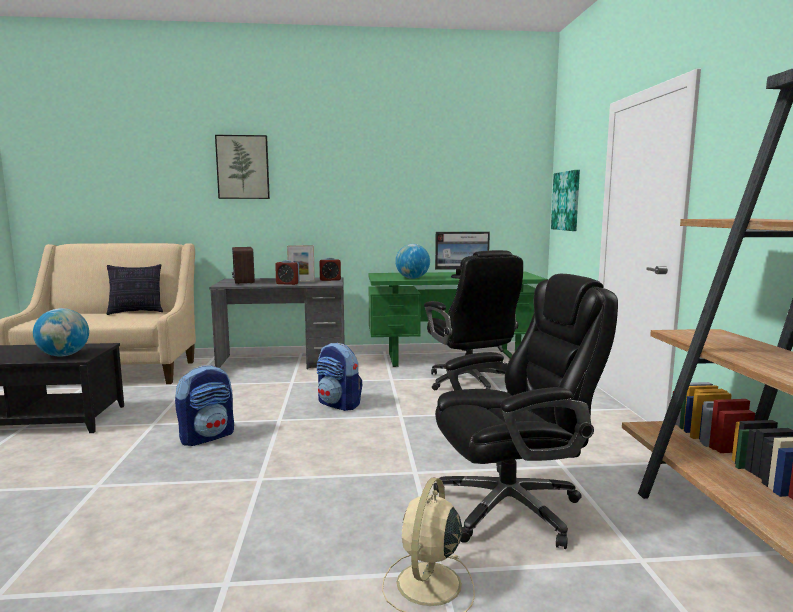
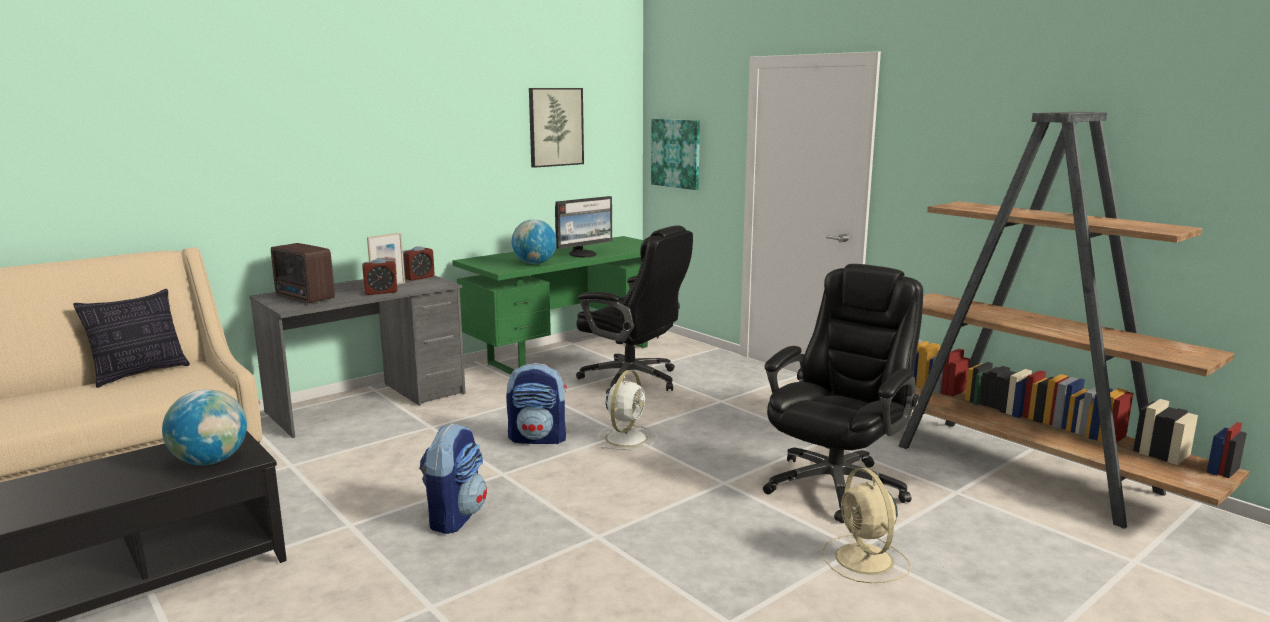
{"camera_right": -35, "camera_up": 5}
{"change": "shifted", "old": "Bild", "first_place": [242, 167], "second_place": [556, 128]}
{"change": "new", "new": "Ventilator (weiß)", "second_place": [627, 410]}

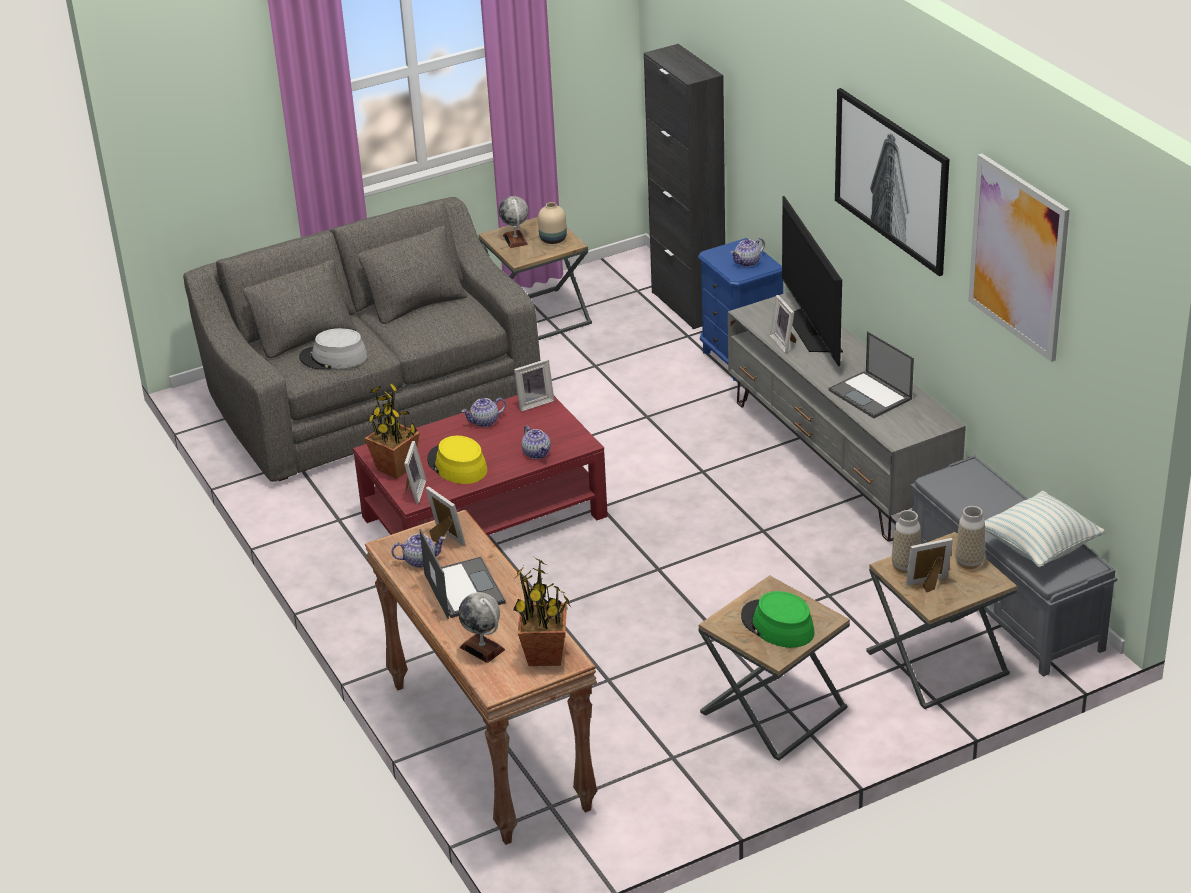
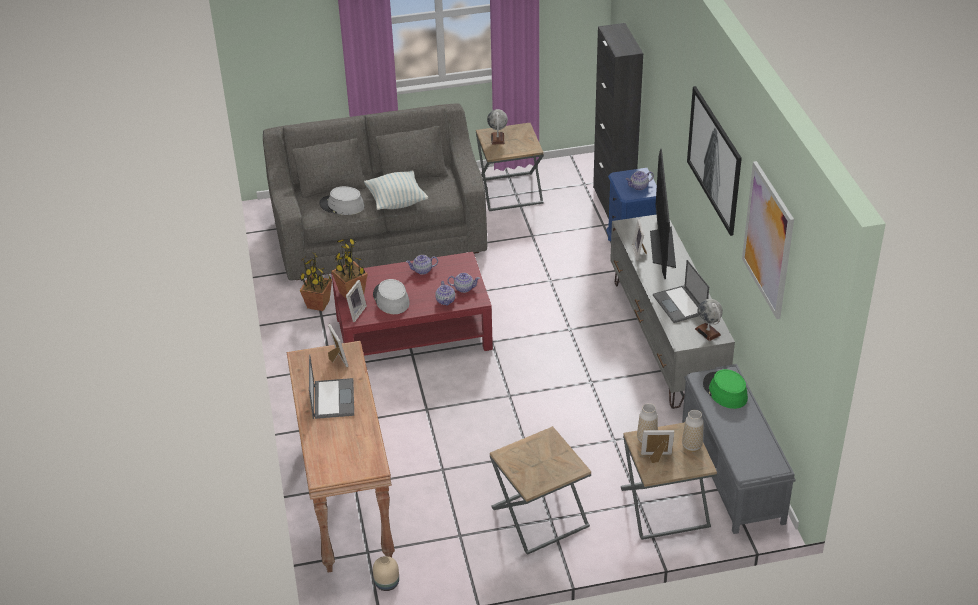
{"camera_right": 15, "camera_up": 5}
{"change": "shifted", "old": "Topfpflanze", "first_place": [542, 611], "second_place": [315, 281]}
{"change": "shifted", "old": "Kissen", "first_place": [1045, 529], "second_place": [396, 190]}
{"change": "repainted", "old": "Hut (gelb)", "new": "Hut (grau)", "first_place": [457, 460], "second_place": [391, 296]}
{"change": "shifted", "old": "Vase (beige)", "first_place": [552, 223], "second_place": [386, 573]}
{"change": "shifted", "old": "Teekanne", "first_place": [418, 551], "second_place": [463, 283]}
{"change": "shifted", "old": "Globus", "first_place": [481, 627], "second_place": [709, 320]}
{"change": "shifted", "old": "Hut (grün)", "first_place": [778, 619], "second_place": [725, 389]}
{"change": "gone", "old": "Bilderrahmen", "first_place": [534, 385]}

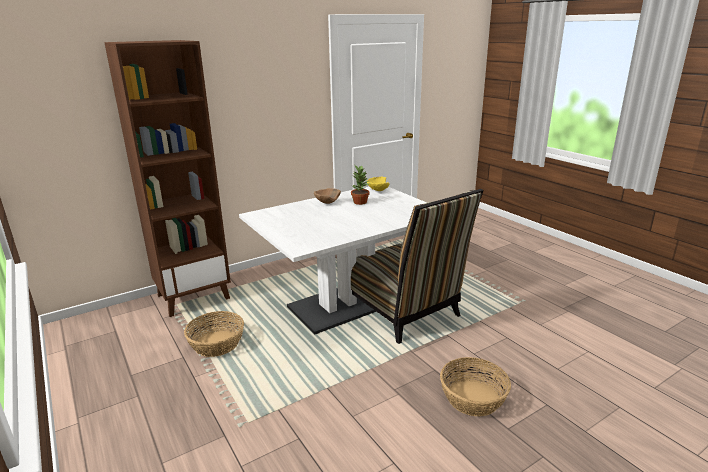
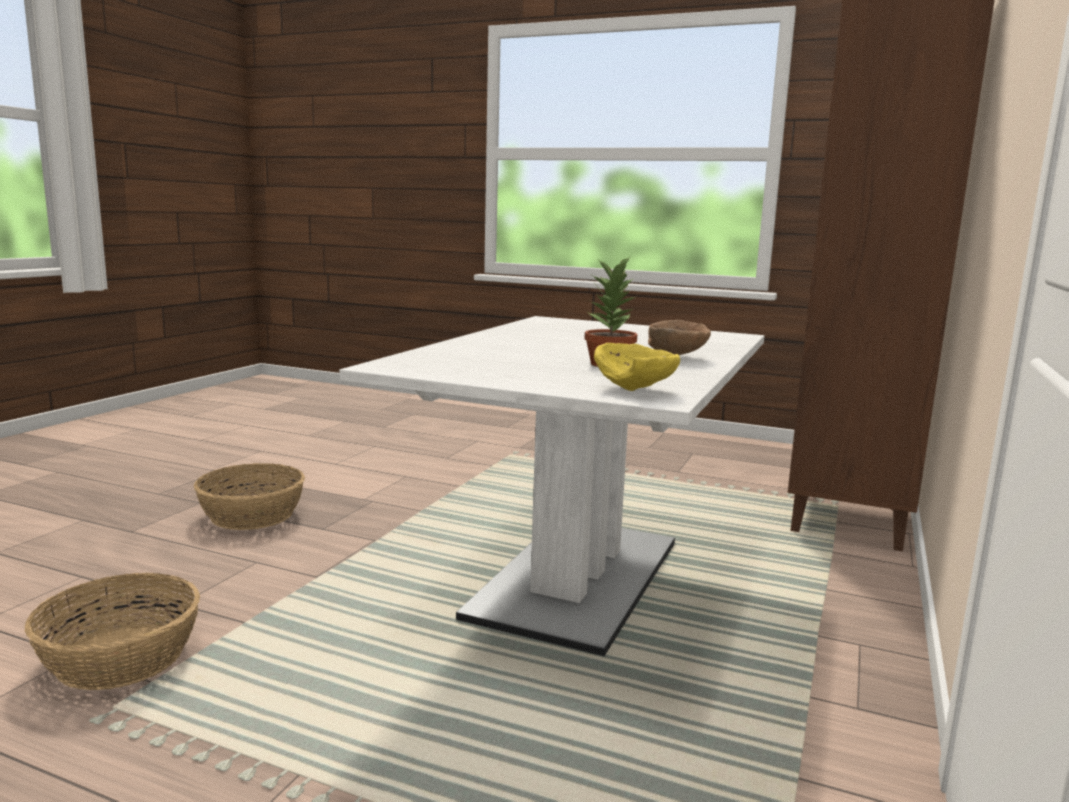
{"camera_right": 145, "camera_up": -10}
{"change": "shifted", "old": "Korb", "first_place": [214, 334], "second_place": [112, 631]}
{"change": "gone", "old": "Stuhl", "first_place": [417, 266]}

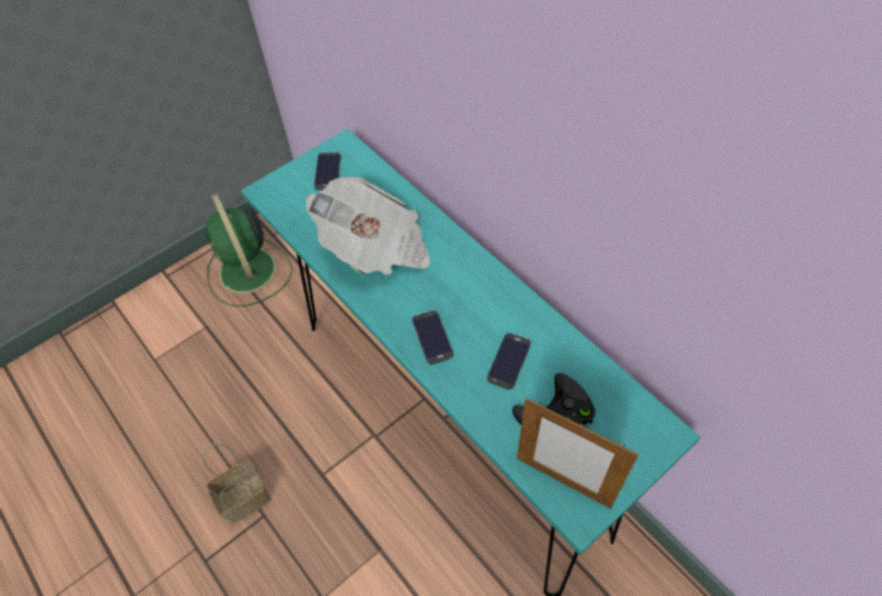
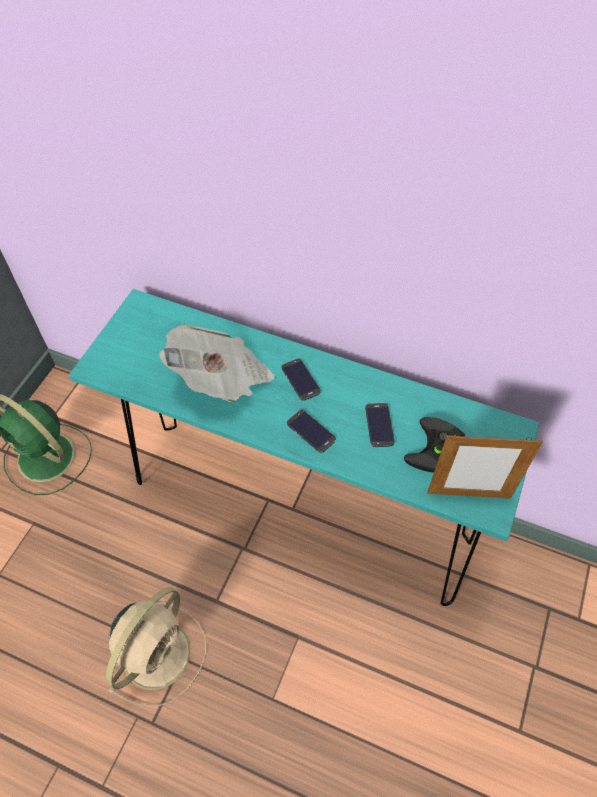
{"camera_right": -30, "camera_up": 0}
{"change": "swapped", "old": "Korb", "new": "Ventilator (beige)", "first_place": [236, 484], "second_place": [156, 647]}
{"change": "shifted", "old": "Handy", "first_place": [327, 171], "second_place": [301, 379]}

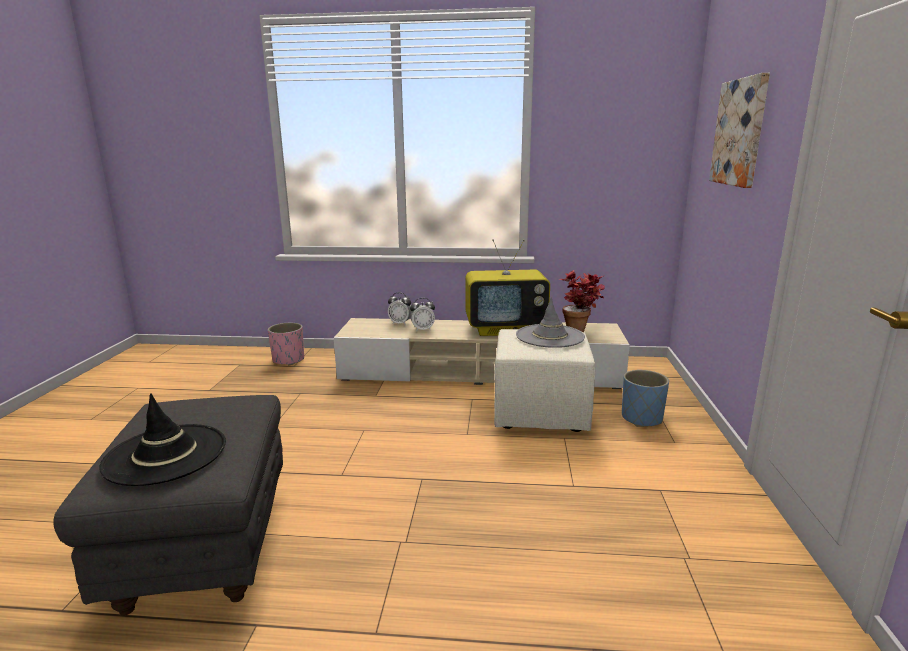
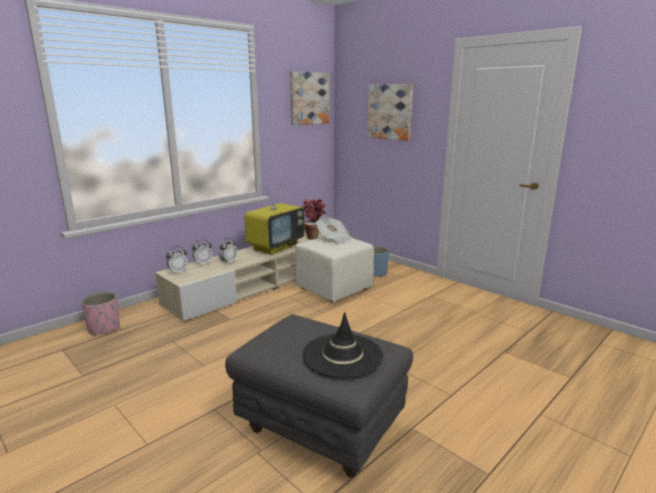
{"camera_right": -50, "camera_up": 0}
{"change": "new", "new": "Wecker", "second_place": [177, 260]}
{"change": "new", "new": "Bild", "second_place": [309, 98]}
{"change": "swapped", "old": "Hut (grau)", "new": "Zeitung", "first_place": [550, 322], "second_place": [333, 230]}

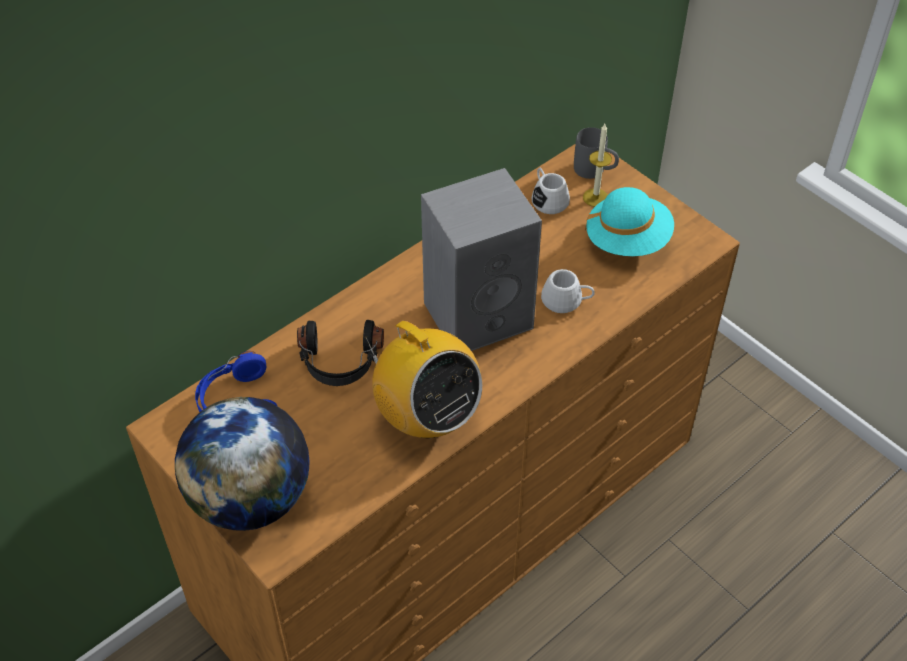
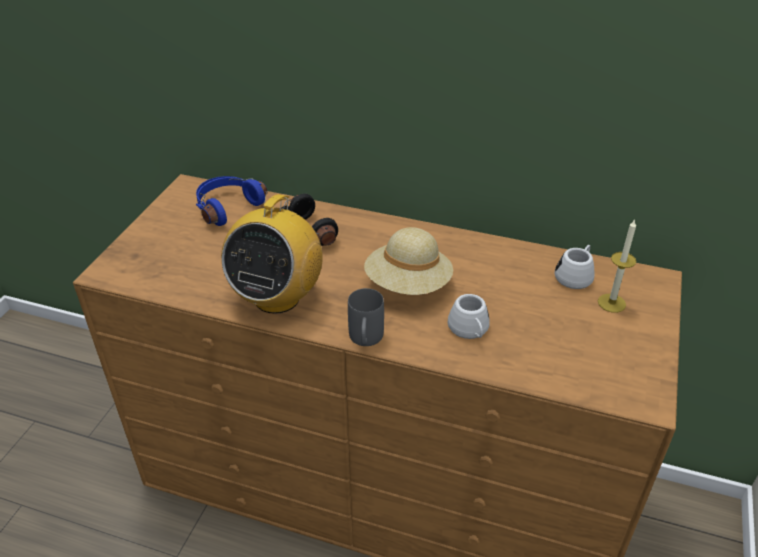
{"camera_right": 60, "camera_up": -10}
{"change": "shifted", "old": "Henkelbecher (grau)", "first_place": [596, 153], "second_place": [366, 317]}
{"change": "swapped", "old": "Lautsprecher (grau)", "new": "Hut (beige)", "first_place": [481, 259], "second_place": [409, 261]}
{"change": "gone", "old": "Globus", "first_place": [242, 464]}
{"change": "gone", "old": "Hut (türkis)", "first_place": [629, 221]}

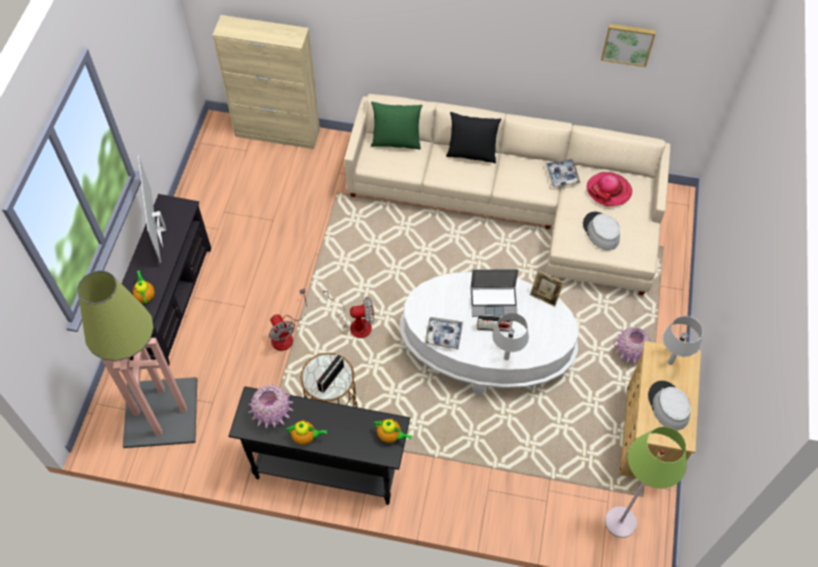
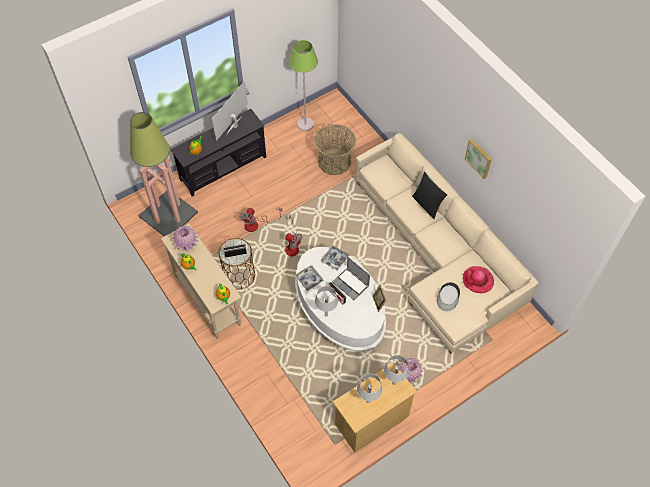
{"camera_right": 45, "camera_up": 0}
{"change": "repainted", "old": "Konsolentisch (schwarz)", "new": "Konsolentisch (beige)", "first_place": [319, 445], "second_place": [201, 281]}
{"change": "shifted", "old": "Stehlampe (grün)", "first_place": [646, 482], "second_place": [303, 85]}
{"change": "new", "new": "Korb", "second_place": [335, 149]}
{"change": "shifted", "old": "Tablett", "first_place": [563, 173], "second_place": [335, 257]}
{"change": "swapped", "old": "Hut (grau)", "new": "Tischlampe (grau)", "first_place": [669, 405], "second_place": [369, 388]}
{"change": "shifted", "old": "Bild", "first_place": [628, 45], "second_place": [478, 159]}
{"change": "gone", "old": "Schrank (beige)", "first_place": [266, 82]}
{"change": "gone", "old": "Kissen (grün)", "first_place": [397, 125]}

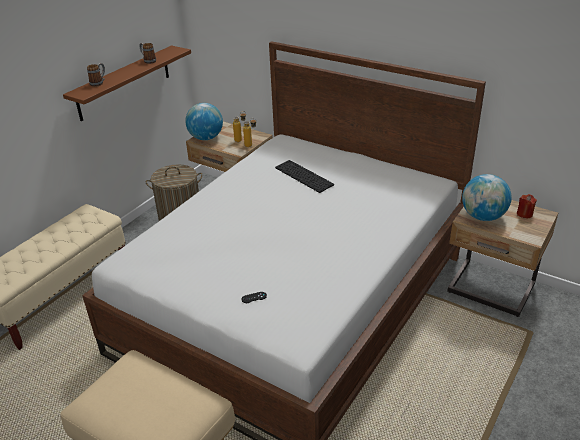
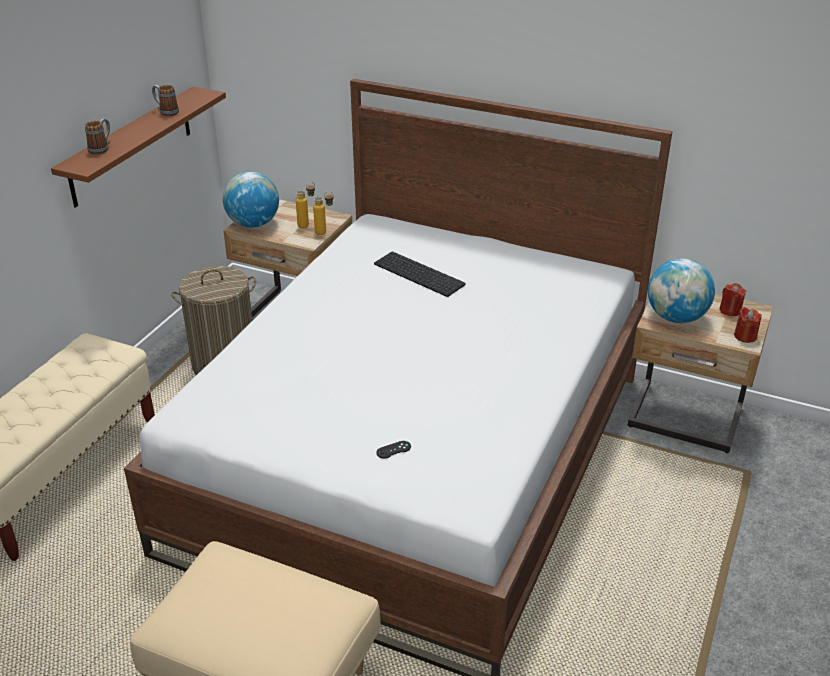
{"camera_right": -10, "camera_up": 0}
{"change": "new", "new": "Kerze (rot)", "second_place": [748, 325]}

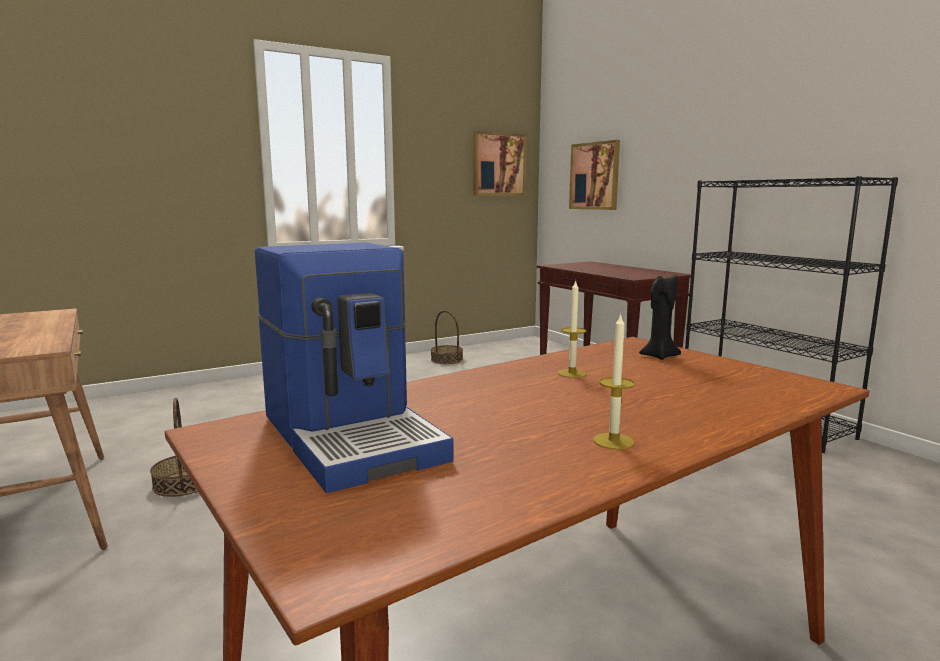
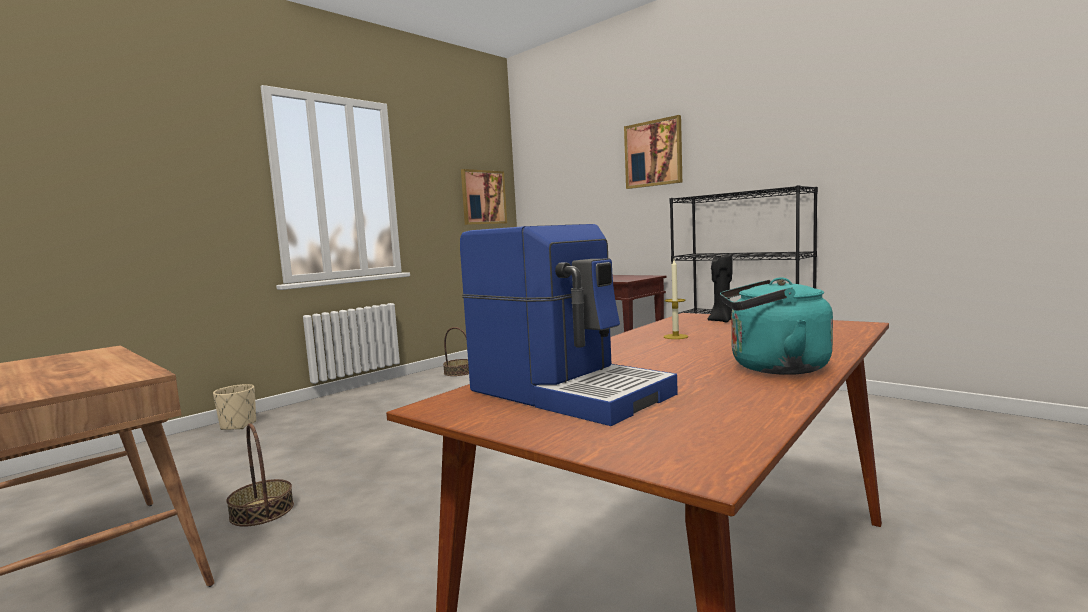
{"camera_right": -15, "camera_up": -5}
{"change": "new", "new": "Pflanzkübel (beige)", "second_place": [234, 407]}
{"change": "shifted", "old": "Bild", "first_place": [594, 175], "second_place": [653, 152]}
{"change": "swapped", "old": "Kerze", "new": "Wasserkessel (türkis)", "first_place": [614, 381], "second_place": [776, 326]}

